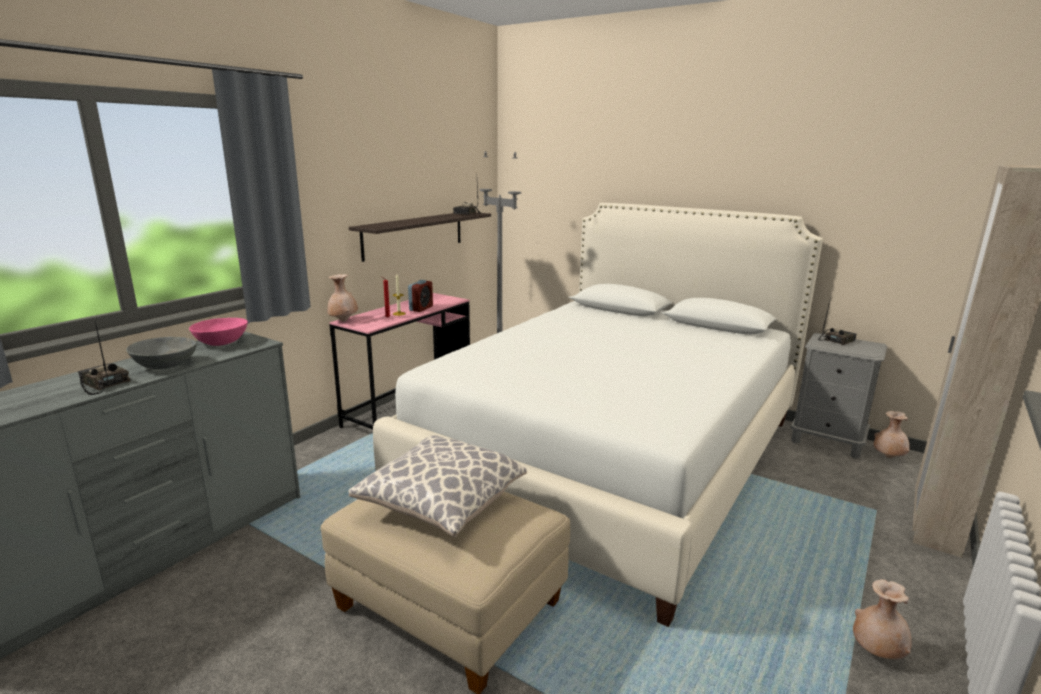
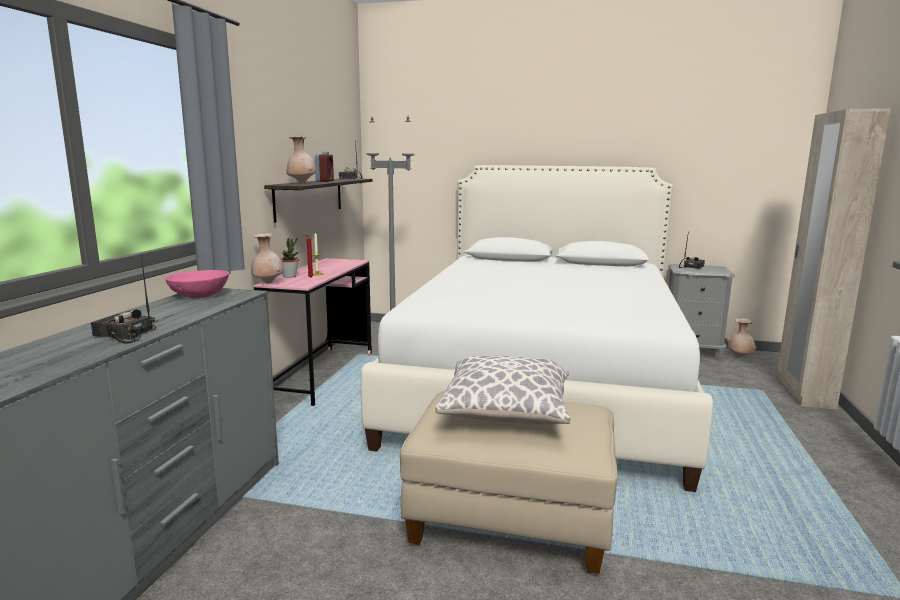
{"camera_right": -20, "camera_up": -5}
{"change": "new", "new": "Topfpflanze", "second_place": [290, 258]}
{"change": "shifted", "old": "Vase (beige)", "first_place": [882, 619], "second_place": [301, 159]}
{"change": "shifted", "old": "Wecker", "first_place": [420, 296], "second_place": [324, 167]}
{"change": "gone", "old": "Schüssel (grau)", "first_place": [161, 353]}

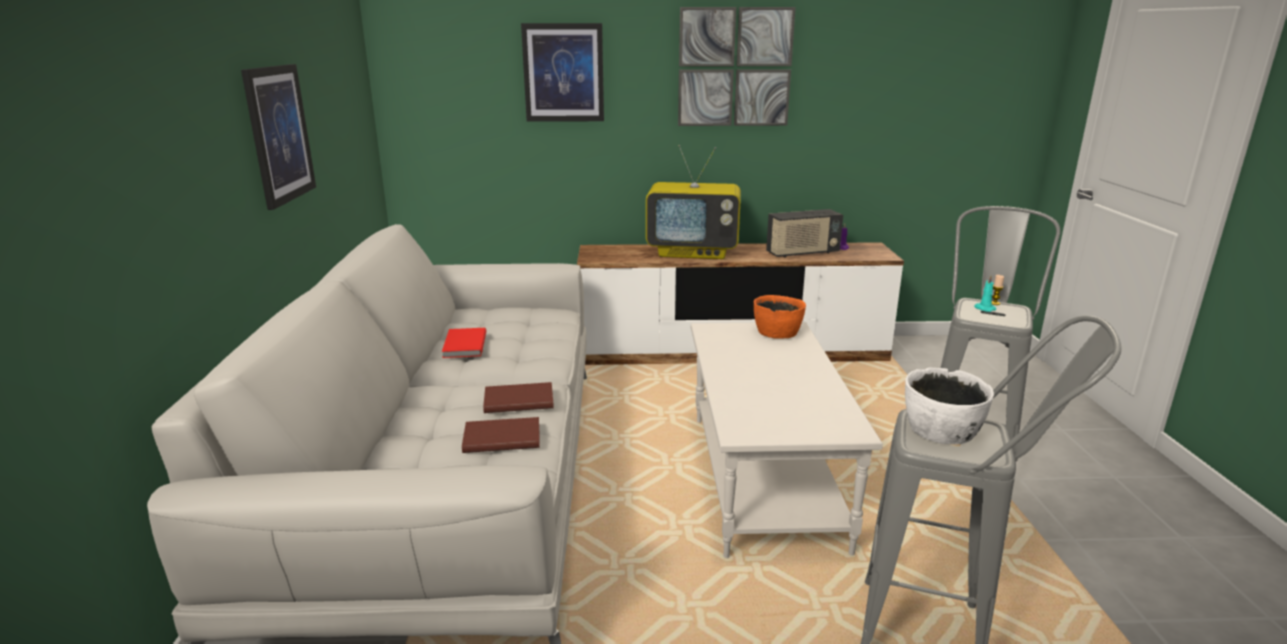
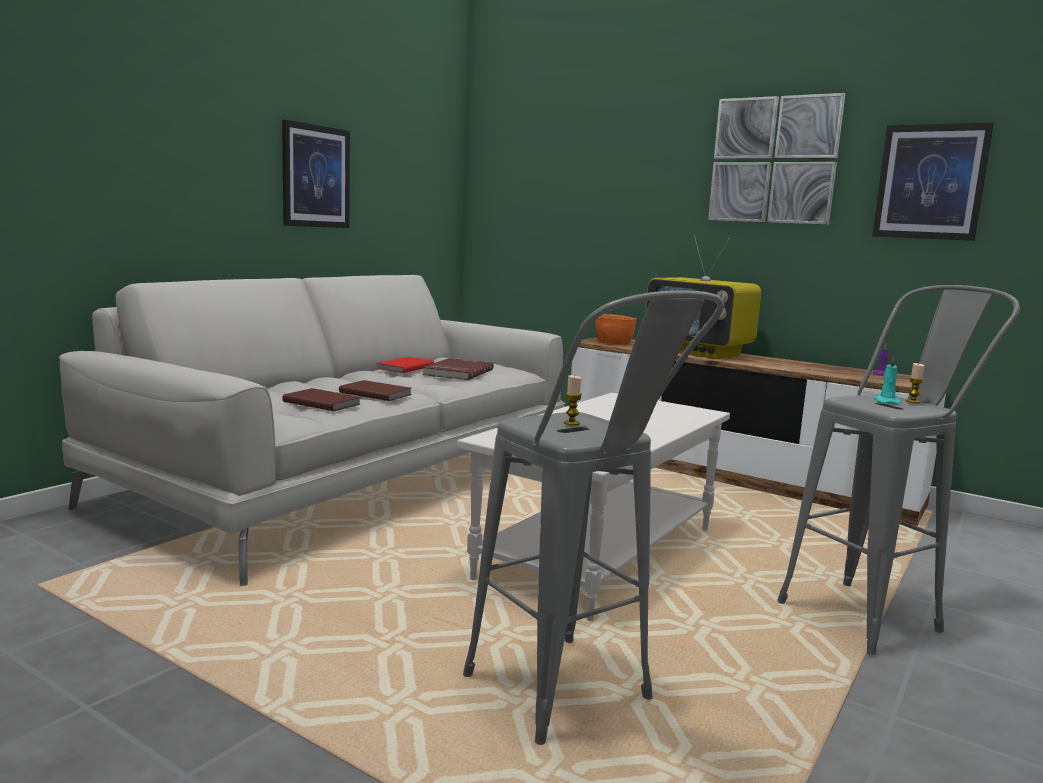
{"camera_right": 35, "camera_up": -10}
{"change": "new", "new": "Buch (rot)", "second_place": [458, 369]}
{"change": "swapped", "old": "Schüssel (weiß)", "new": "Kerze", "first_place": [949, 405], "second_place": [573, 400]}
{"change": "shifted", "old": "Schüssel (orange)", "first_place": [780, 317], "second_place": [616, 329]}
{"change": "shifted", "old": "Bild", "first_place": [562, 72], "second_place": [933, 181]}
{"change": "gone", "old": "Radio", "first_place": [804, 233]}

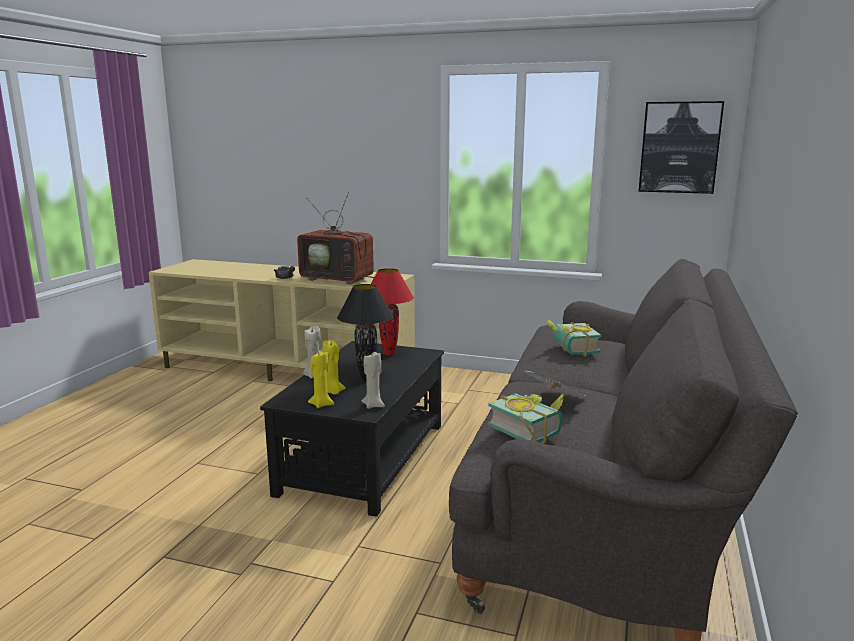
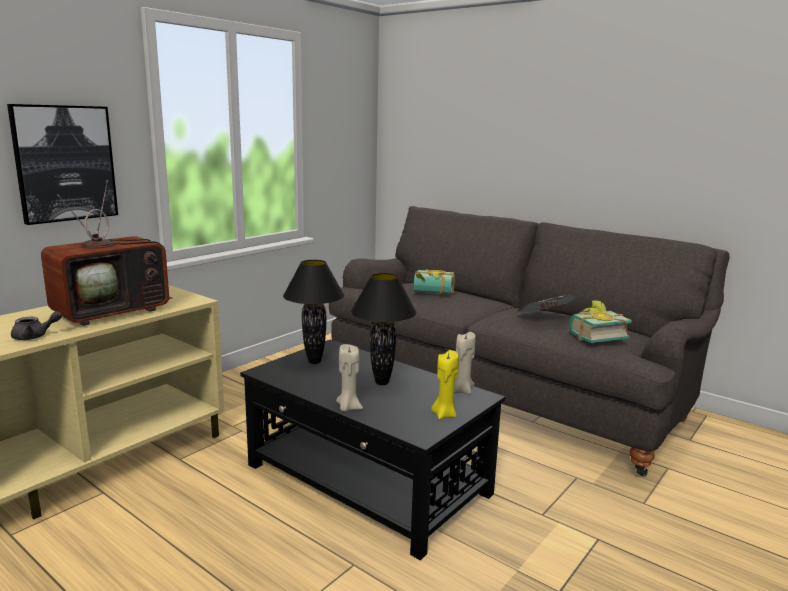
{"camera_right": -70, "camera_up": 0}
{"change": "shifted", "old": "Bild", "first_place": [681, 147], "second_place": [62, 164]}
{"change": "repainted", "old": "Tischlampe (rot)", "new": "Tischlampe (schwarz)", "first_place": [392, 312], "second_place": [313, 312]}
{"change": "gone", "old": "Kerze (gelb)", "first_place": [334, 367]}

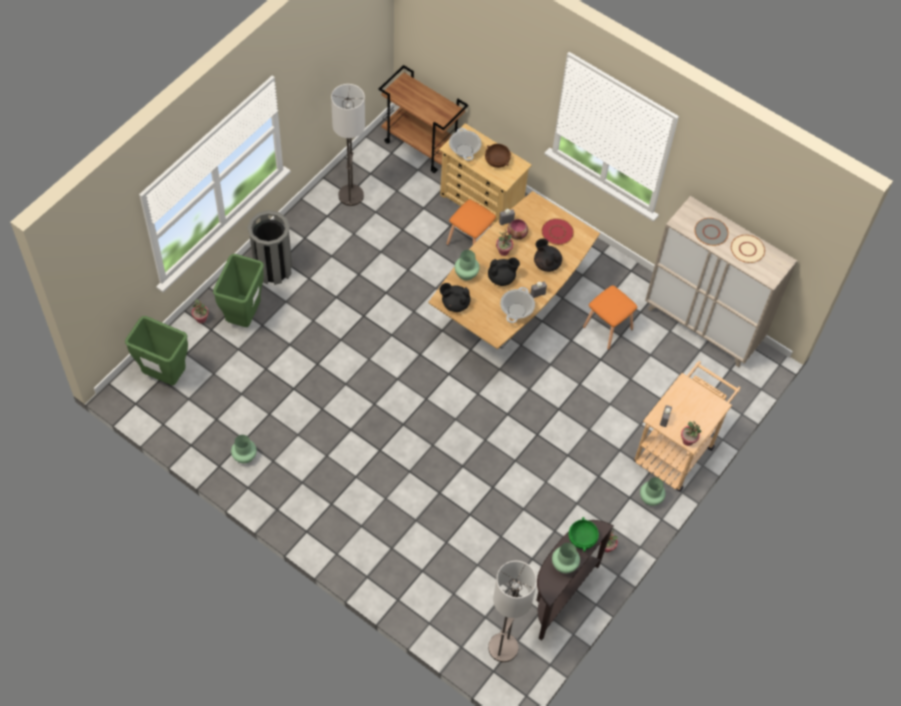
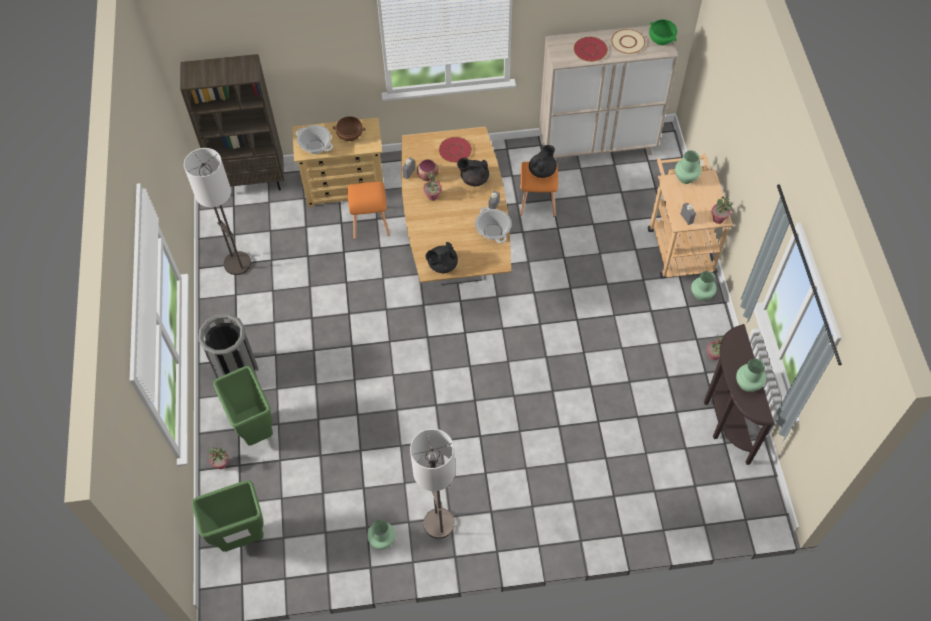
{"camera_right": -40, "camera_up": 0}
{"change": "swapped", "old": "Rollwagen (braun)", "new": "Bücherregal (braun)", "first_place": [423, 119], "second_place": [232, 122]}
{"change": "shifted", "old": "Stehlampe", "first_place": [512, 611], "second_place": [432, 484]}
{"change": "shifted", "old": "Teekanne (schwarz)", "first_place": [504, 271], "second_place": [543, 161]}
{"change": "repainted", "old": "Teller (grau)", "new": "Teller (rot)", "first_place": [711, 232], "second_place": [591, 49]}
{"change": "shifted", "old": "Schüssel (grün)", "first_place": [584, 534], "second_place": [663, 32]}
{"change": "shifted", "old": "Vase (grün)", "first_place": [467, 265], "second_place": [688, 167]}

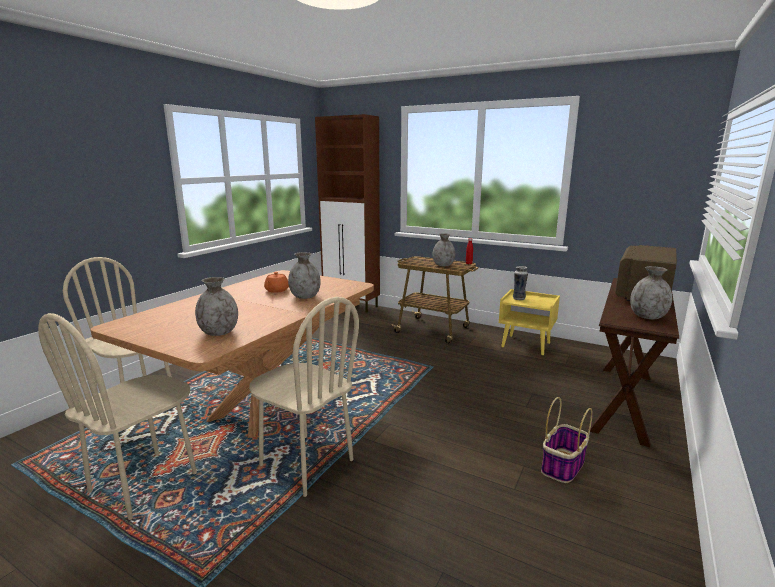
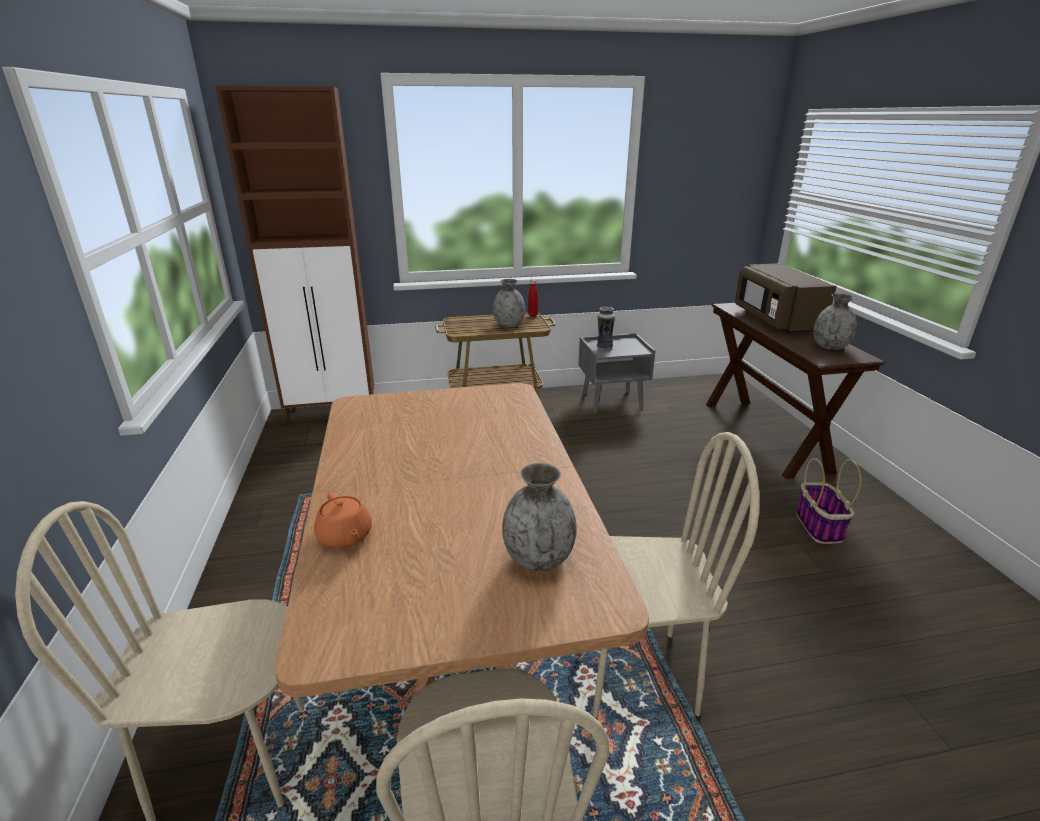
{"camera_right": -40, "camera_up": 10}
{"change": "shifted", "old": "Teekanne (orange)", "first_place": [276, 282], "second_place": [343, 520]}
{"change": "repainted", "old": "Nachttisch (gelb)", "new": "Nachttisch (grau)", "first_place": [529, 322], "second_place": [617, 373]}
{"change": "gone", "old": "Vase (grau)", "first_place": [304, 275]}

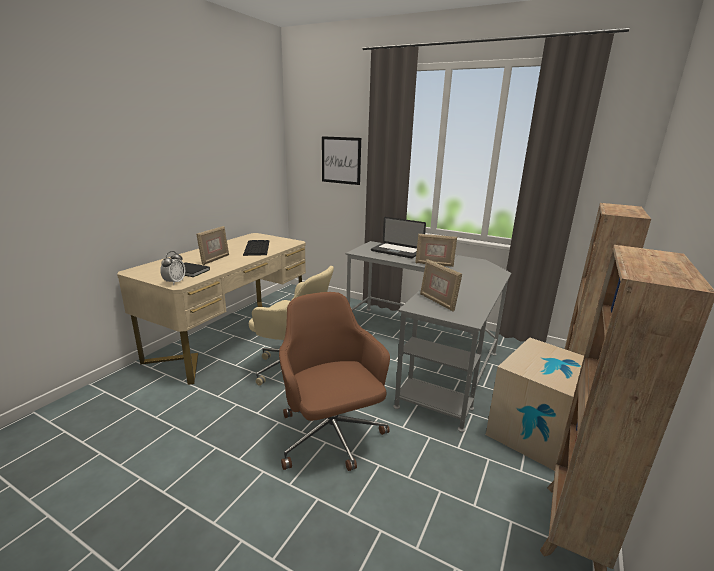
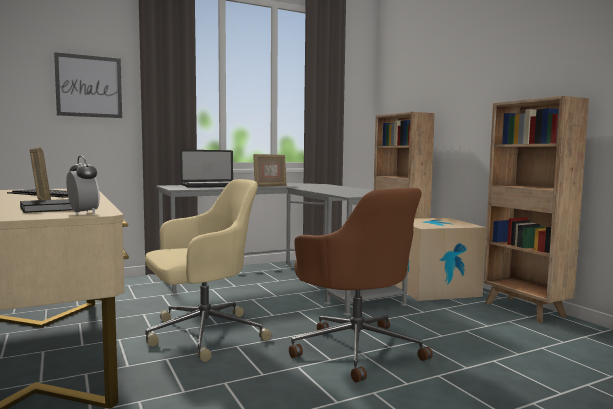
{"camera_right": -55, "camera_up": -15}
{"change": "rotated", "old": "Bürostuhl (braun)", "first_place": [334, 381], "second_place": [361, 285], "degrees": -135}
{"change": "gone", "old": "Bilderrahmen", "first_place": [441, 285]}

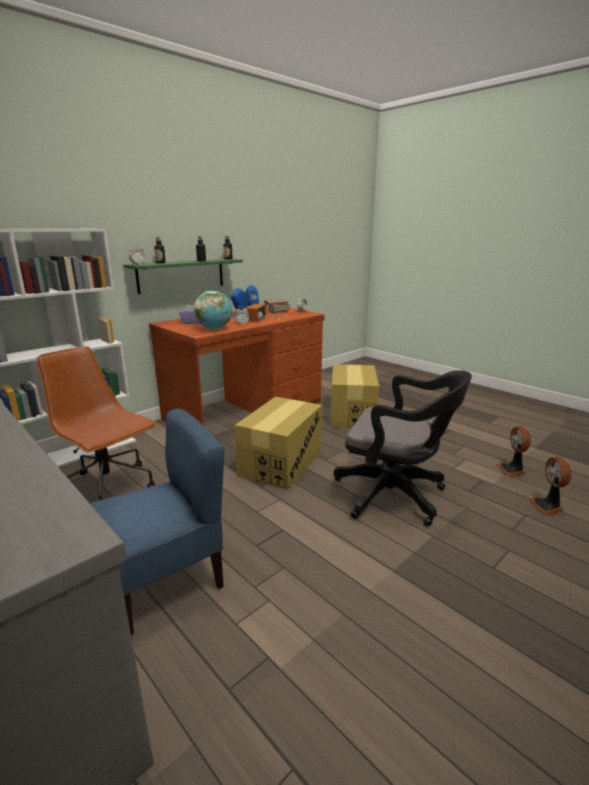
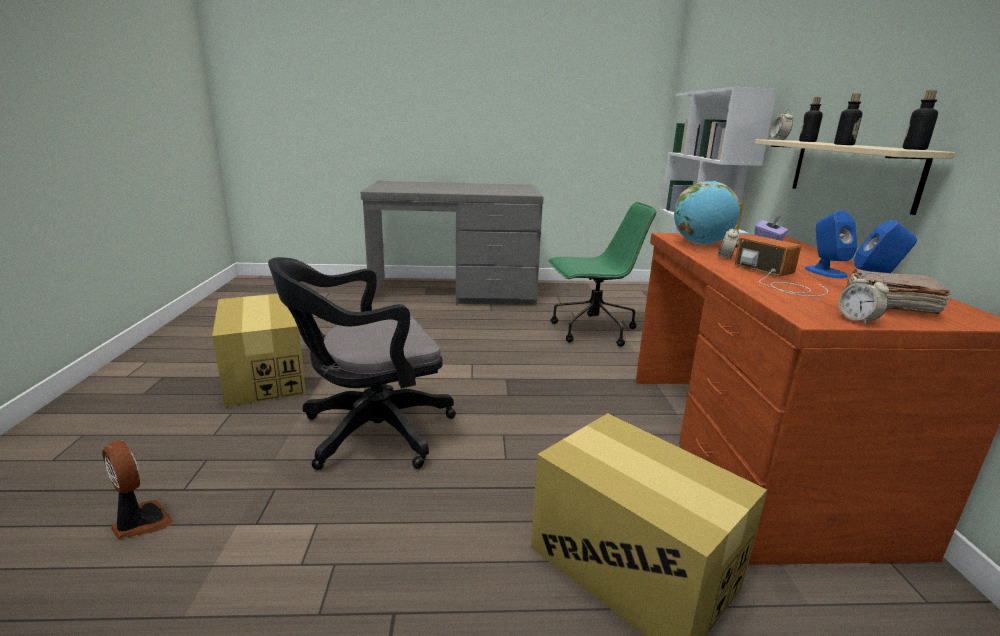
{"camera_right": 130, "camera_up": 0}
{"change": "shifted", "old": "Karton", "first_place": [278, 443], "second_place": [259, 350]}
{"change": "repainted", "old": "Bürostuhl (braun)", "new": "Bürostuhl (grün)", "first_place": [97, 423], "second_place": [602, 274]}
{"change": "repainted", "old": "Wandregal (grün)", "new": "Wandregal (beige)", "first_place": [183, 276], "second_place": [855, 177]}
{"change": "gone", "old": "Stuhl (blau)", "first_place": [157, 522]}
{"change": "gone", "old": "Ventilator", "first_place": [513, 451]}

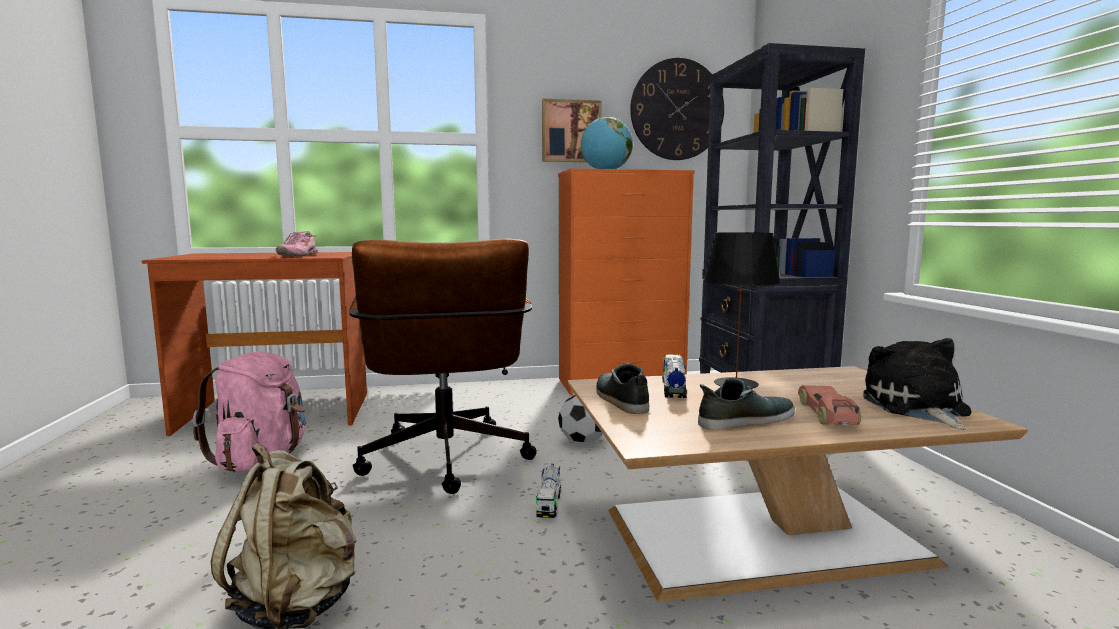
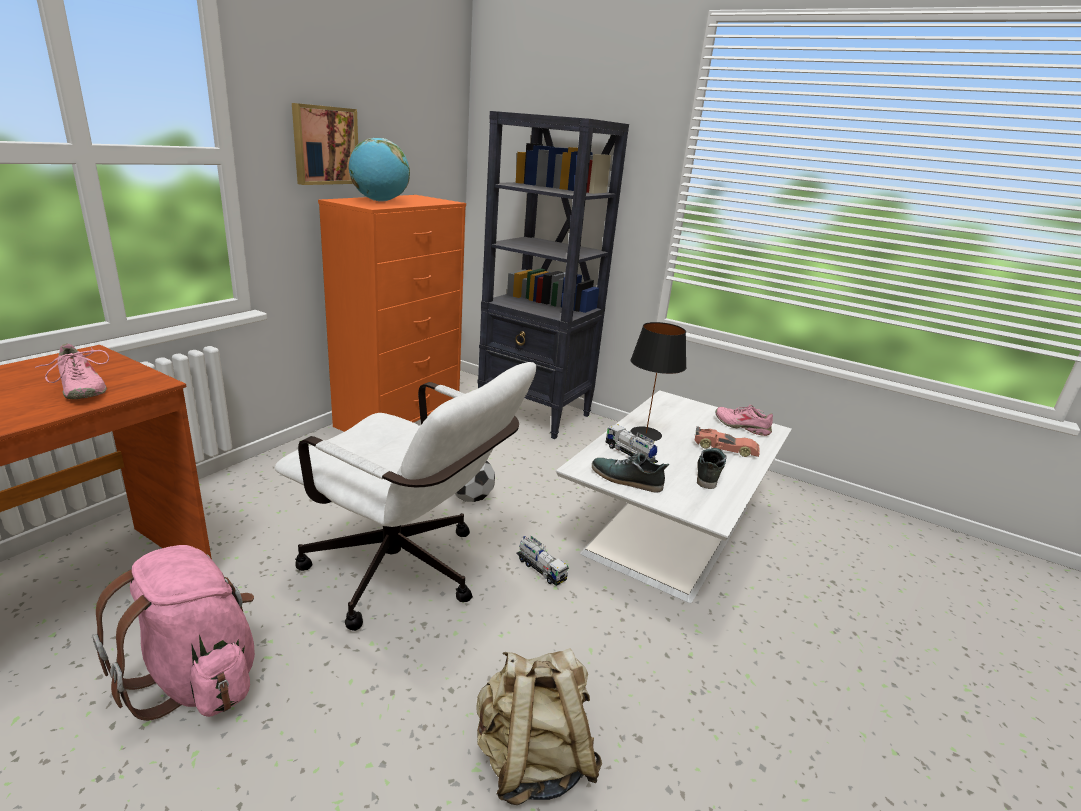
{"camera_right": -50, "camera_up": 15}
{"change": "repainted", "old": "Bürostuhl (braun)", "new": "Bürostuhl (weiß)", "first_place": [443, 366], "second_place": [405, 496]}
{"change": "repainted", "old": "Couchtisch (braun)", "new": "Couchtisch (weiß)", "first_place": [797, 484], "second_place": [674, 496]}
{"change": "rotated", "old": "Spielzeugauto", "first_place": [829, 405], "second_place": [727, 441], "degrees": 150}
{"change": "swapped", "old": "Plüschtier", "new": "Schuh (rosa)", "first_place": [917, 383], "second_place": [744, 420]}
{"change": "gone", "old": "Wanduhr", "first_place": [677, 109]}

